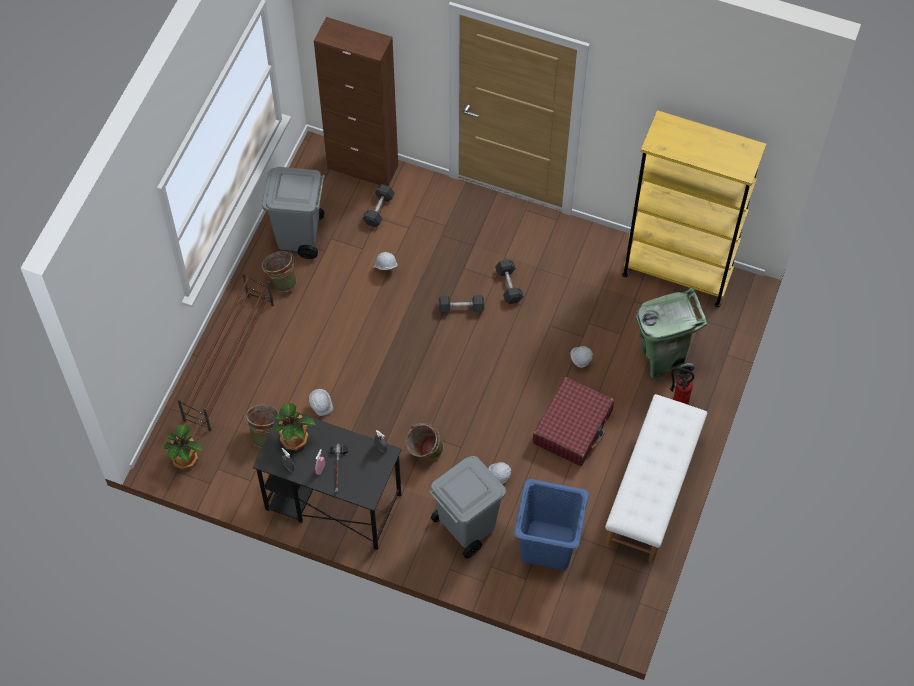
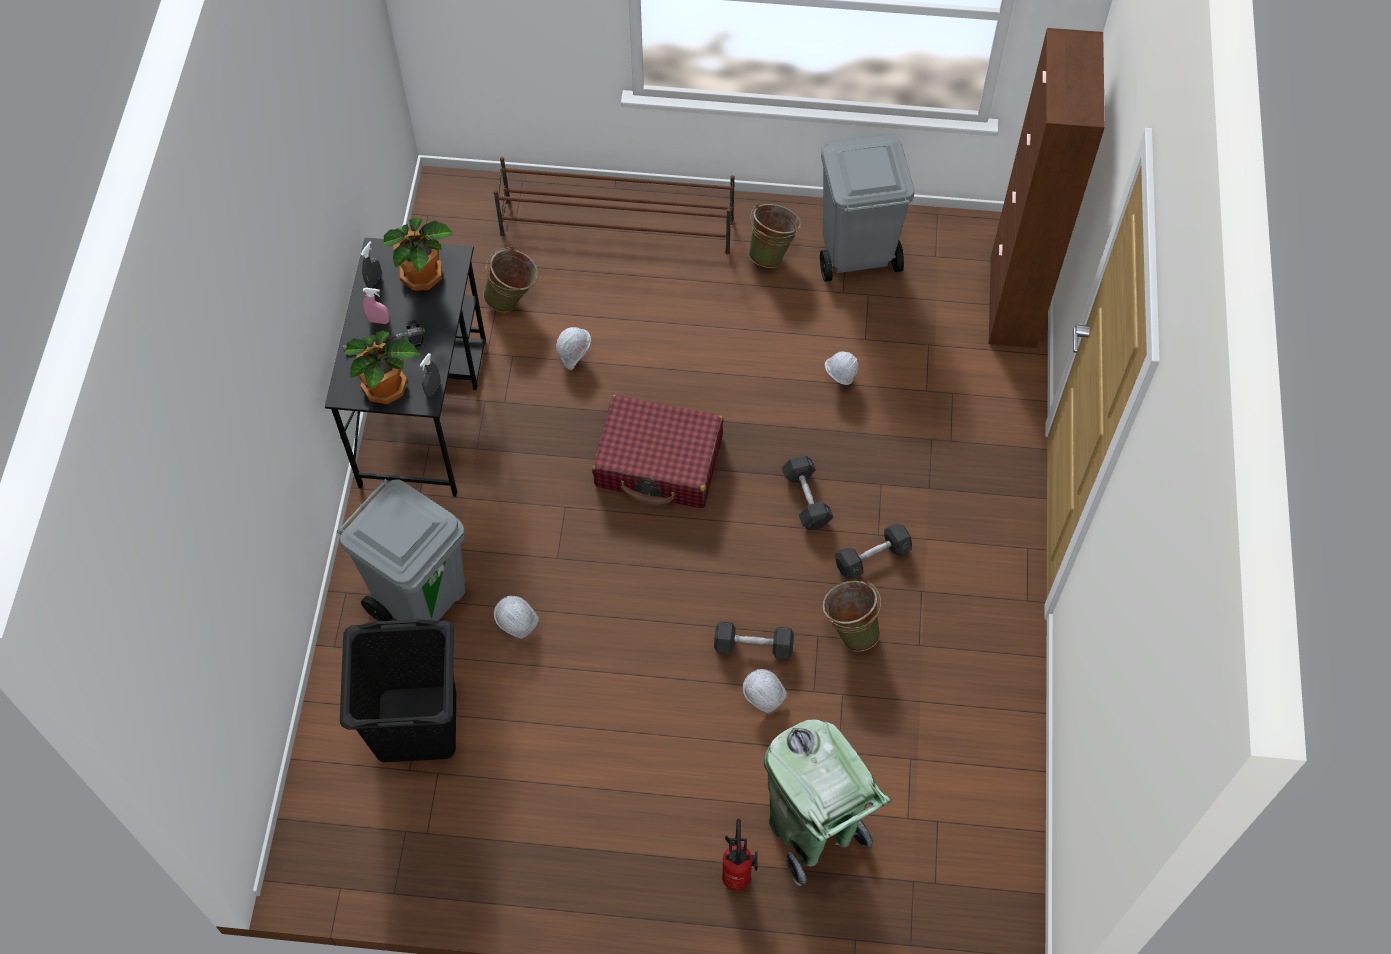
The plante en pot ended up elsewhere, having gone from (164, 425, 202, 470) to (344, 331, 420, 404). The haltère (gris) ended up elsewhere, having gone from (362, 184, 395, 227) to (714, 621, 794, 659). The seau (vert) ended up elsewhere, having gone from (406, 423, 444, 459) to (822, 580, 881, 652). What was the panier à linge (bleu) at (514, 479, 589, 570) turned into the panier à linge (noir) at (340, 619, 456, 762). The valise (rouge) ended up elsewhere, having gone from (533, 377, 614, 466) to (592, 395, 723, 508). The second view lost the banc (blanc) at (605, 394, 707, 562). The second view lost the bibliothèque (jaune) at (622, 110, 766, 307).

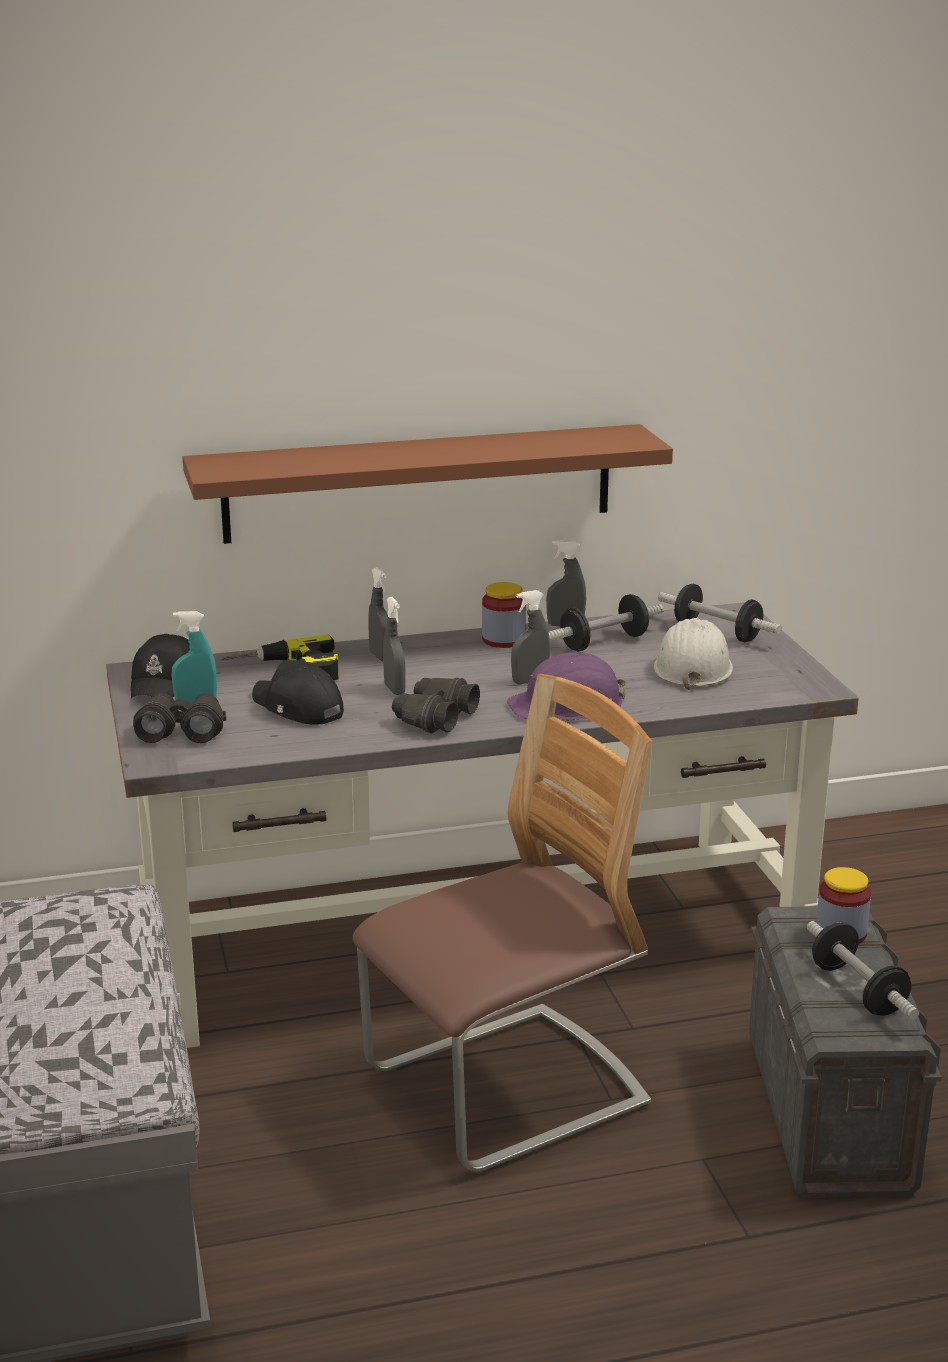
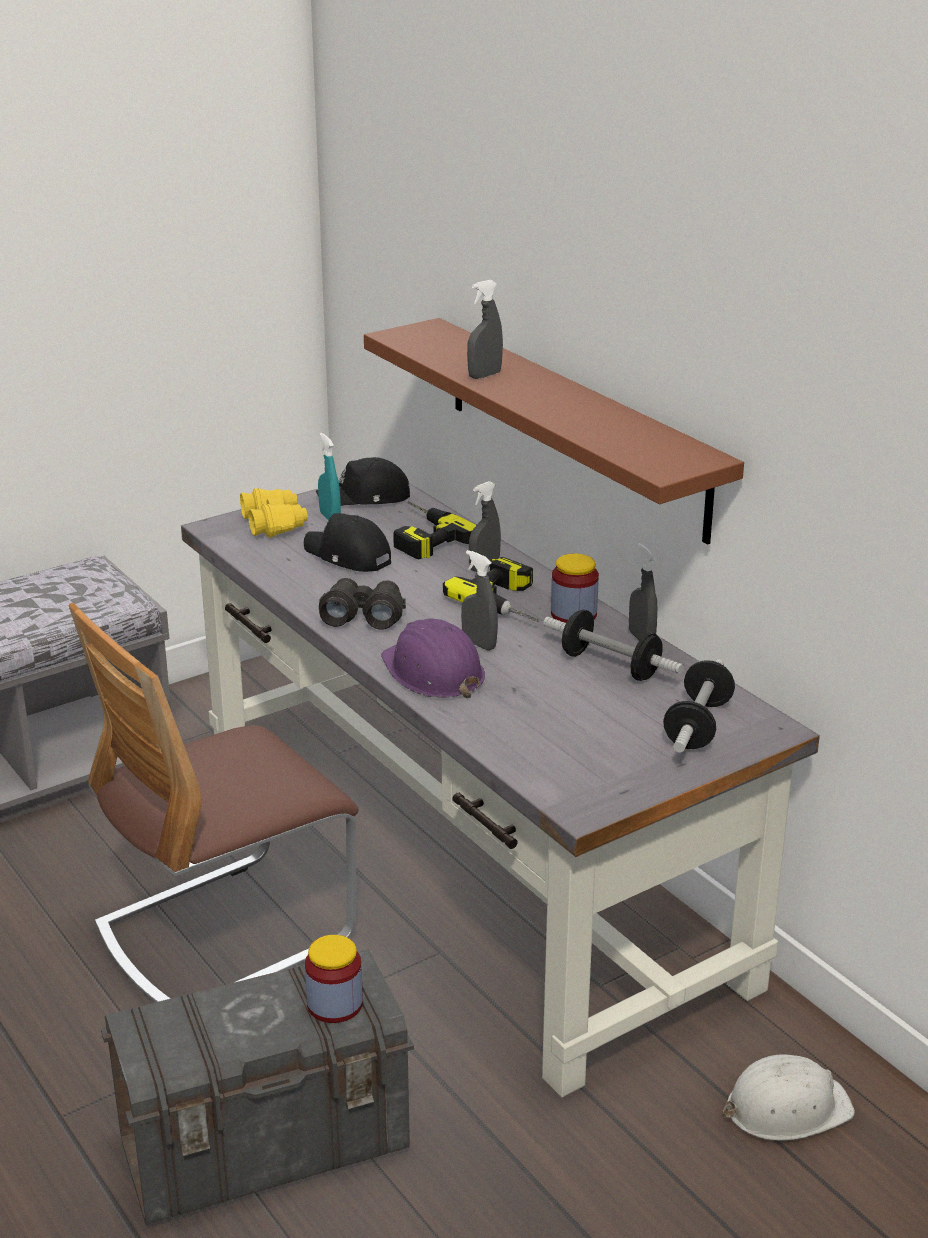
What was the jumelles (noir) at (133, 693, 226, 743) turned into the jumelles (jaune) at (240, 488, 308, 538). The casquette (noir) at (252, 660, 344, 725) ended up facing another way, 75 degrees counterclockwise from before. The chaise at (353, 674, 652, 1172) ended up facing another way, 105 degrees clockwise from before. The vaporisateur (gris) ended up elsewhere, having gone from (383, 597, 406, 695) to (467, 280, 503, 379). The casque de chantier (blanc) ended up elsewhere, having gone from (654, 618, 733, 690) to (723, 1054, 855, 1141). The second view lost the haltère at (807, 921, 919, 1020). The second view gained the perceuse at (443, 557, 539, 622).

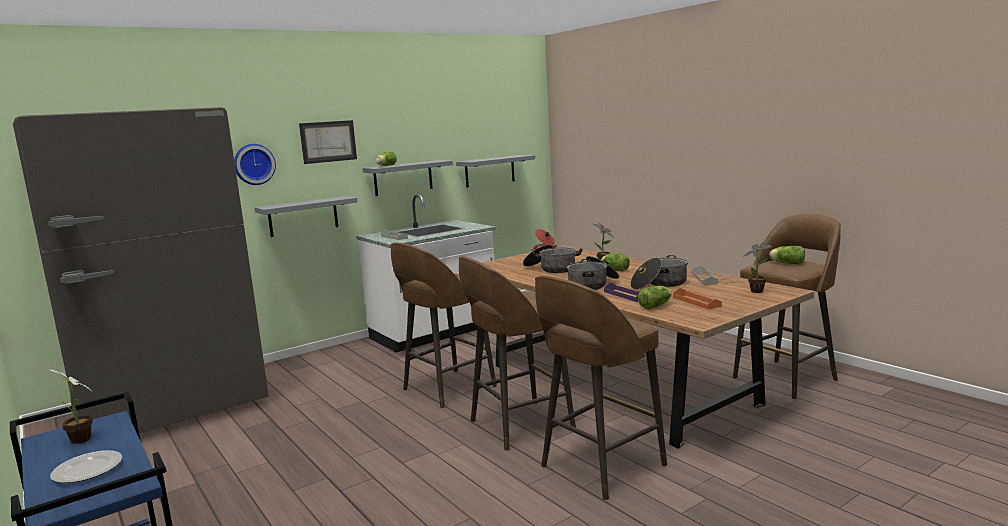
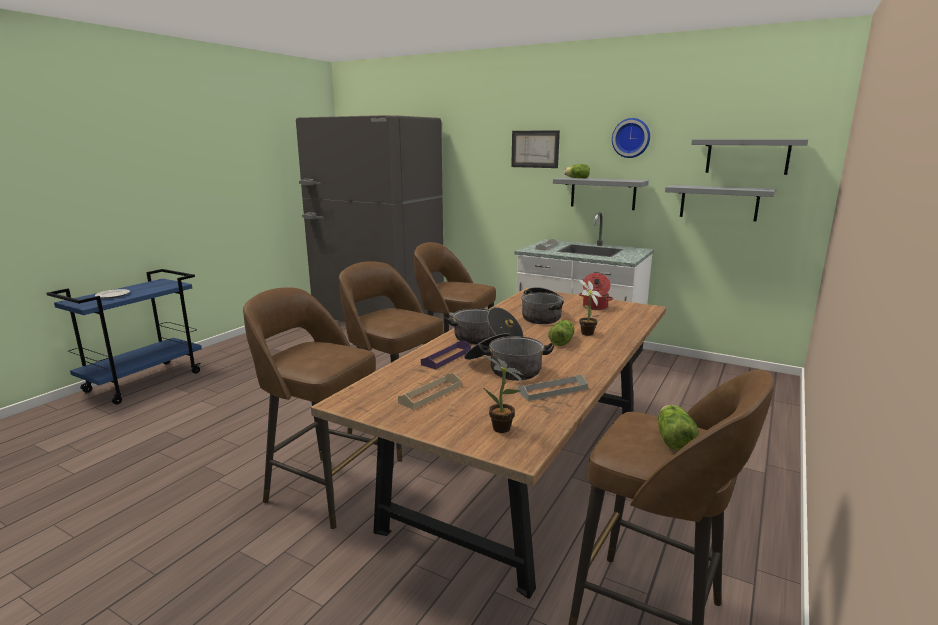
The second view lost the plante en pot at (50, 368, 93, 444). The horloge murale ended up elsewhere, having gone from (234, 144, 276, 185) to (612, 118, 650, 158). The étagère (gris) ended up elsewhere, having gone from (254, 196, 357, 237) to (691, 139, 808, 175). The second view lost the laitue at (638, 286, 672, 309). What was the plateau (orange) at (673, 288, 722, 310) turned into the plateau (beige) at (398, 373, 461, 410).

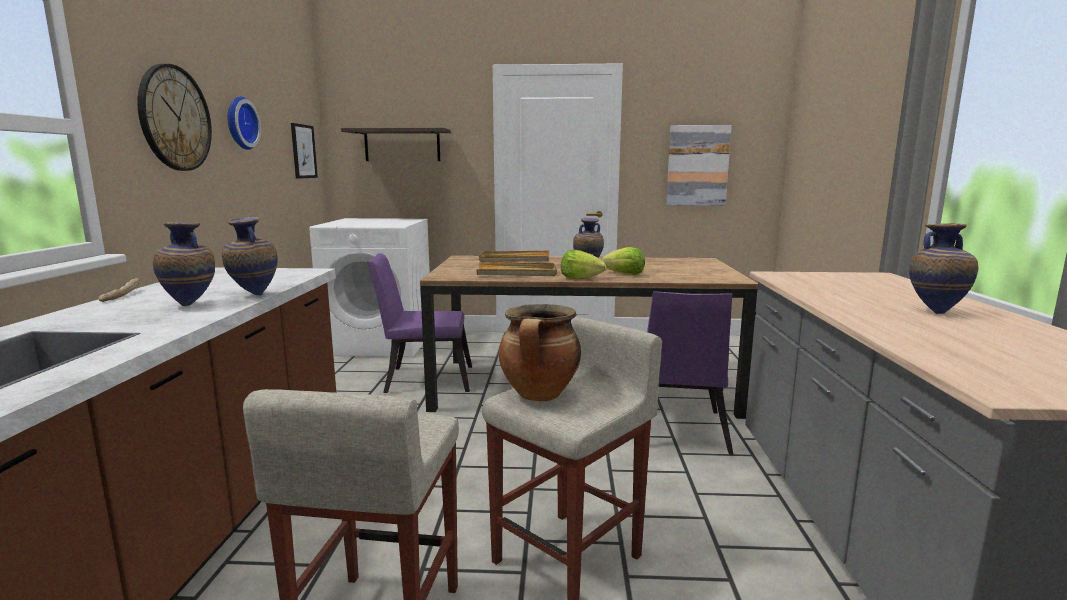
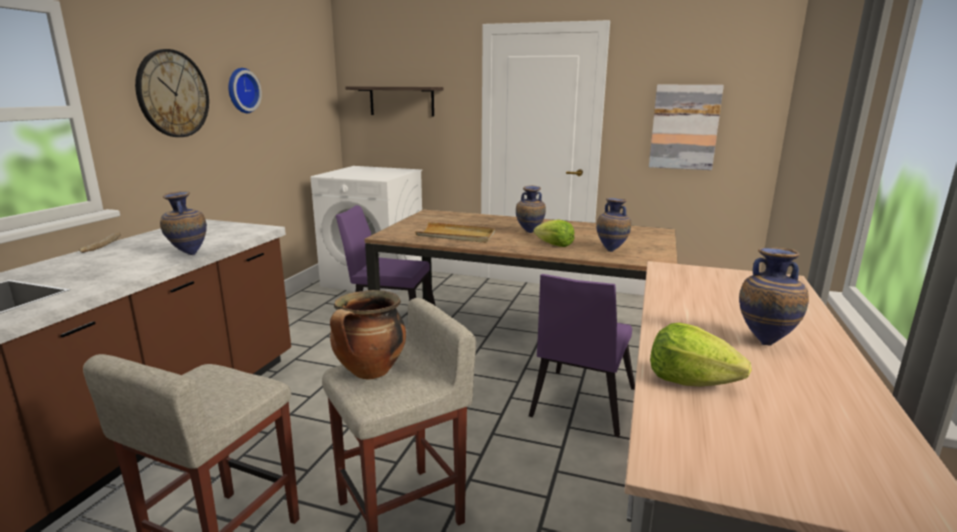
The vase ended up elsewhere, having gone from (153, 222, 215, 306) to (596, 198, 631, 252). The second view lost the tableau at (291, 123, 318, 179). The second view lost the plateau (beige) at (479, 251, 549, 262). The laitue ended up elsewhere, having gone from (561, 250, 606, 280) to (650, 323, 752, 386).

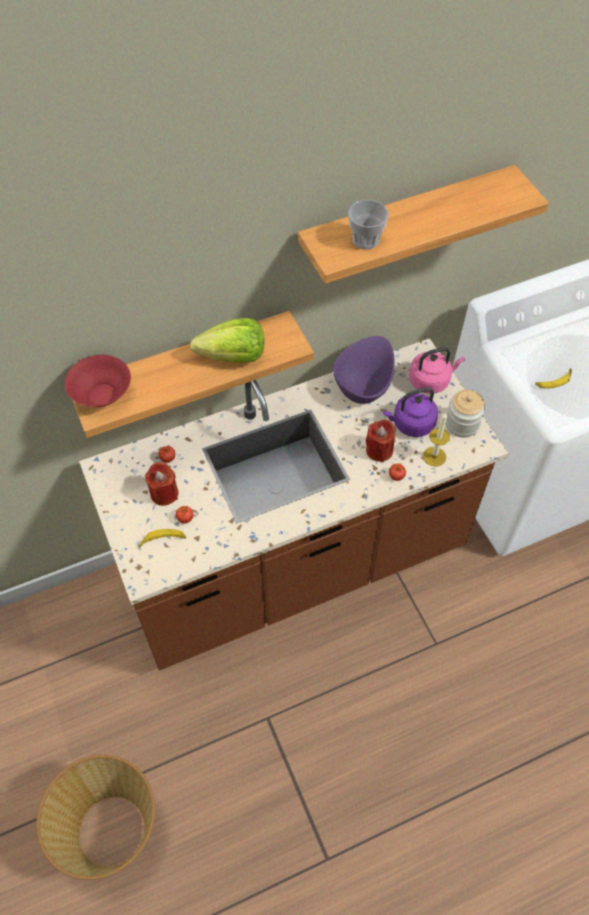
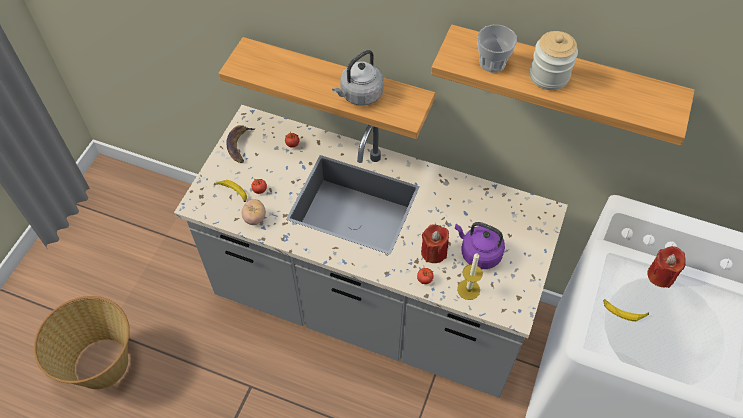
The second view lost the bol (rouge) at (65, 355, 131, 407). What was the comptoir de cuisine (marron) at (79, 338, 509, 671) turned into the comptoir de cuisine (gris) at (174, 105, 568, 398). The bougie (rouge) ended up elsewhere, having gone from (145, 462, 178, 506) to (647, 246, 686, 288). Where the laitue stood at (190, 318, 264, 363), the bouilloire (gris) came to stand at (332, 50, 384, 106). The second view lost the bol (violet) at (333, 336, 395, 404). The second view lost the bouilloire (rose) at (409, 347, 465, 394). The bocal ended up elsewhere, having gone from (446, 390, 485, 438) to (530, 31, 578, 90). The second view gained the banane at (226, 125, 256, 163). The second view gained the tomate at (241, 199, 266, 225).

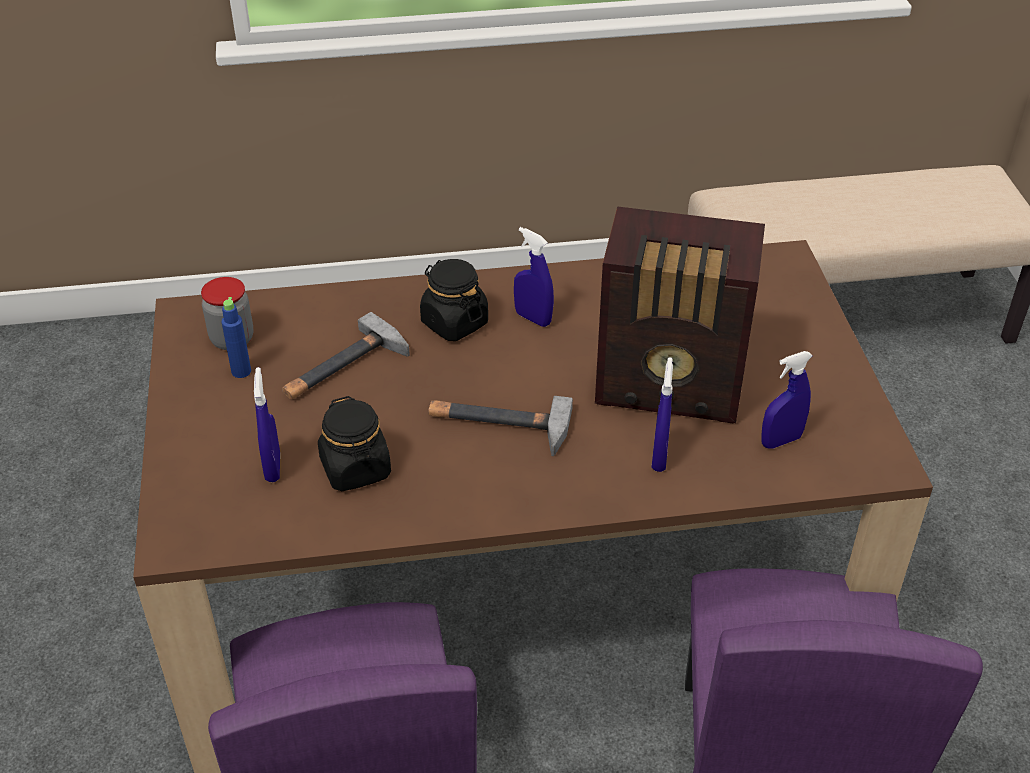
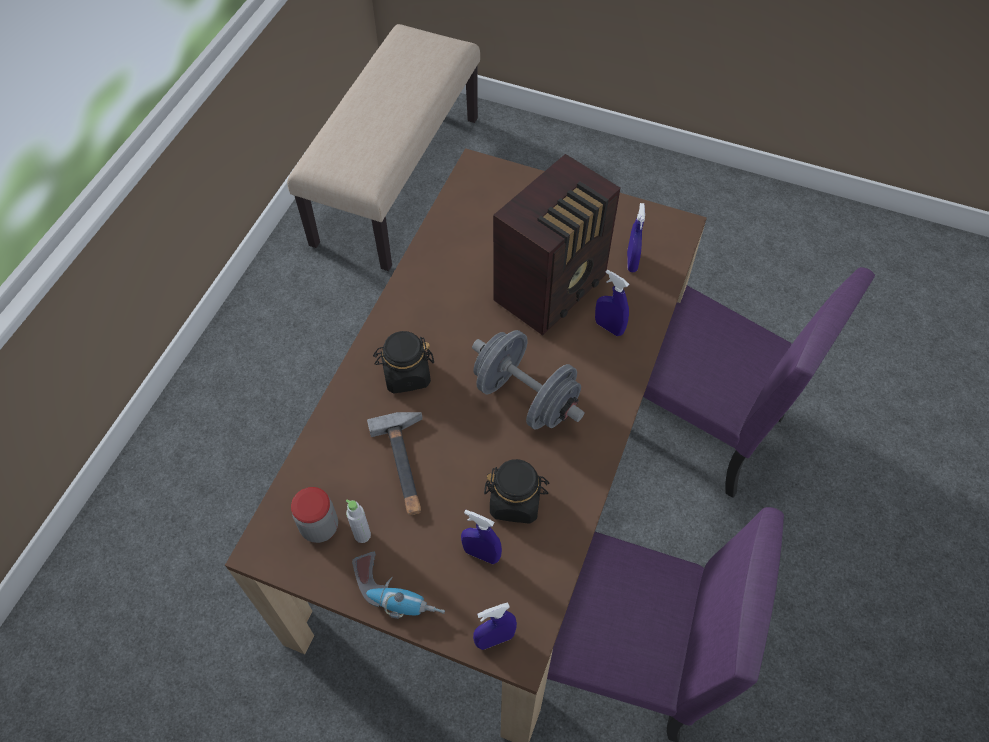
What was the bouteille (bleu) at (222, 297, 251, 378) turned into the bouteille (gris) at (346, 499, 371, 543). Where the marteau stood at (428, 396, 573, 456), the haltère (gris) came to stand at (472, 330, 584, 430). The vaporisateur (bleu) ended up elsewhere, having gone from (514, 227, 554, 327) to (473, 602, 517, 650). The second view gained the perceuse at (352, 552, 445, 619).

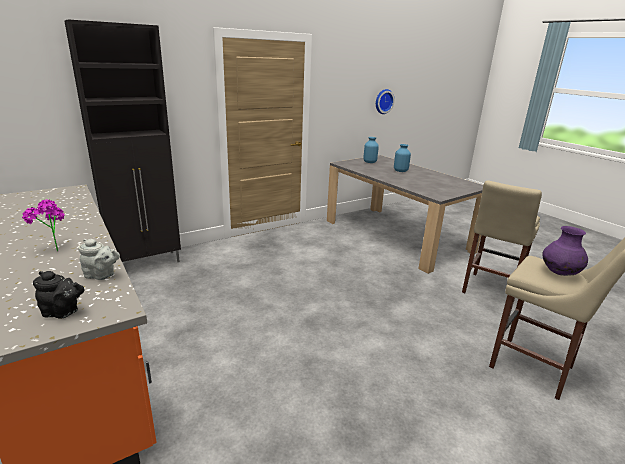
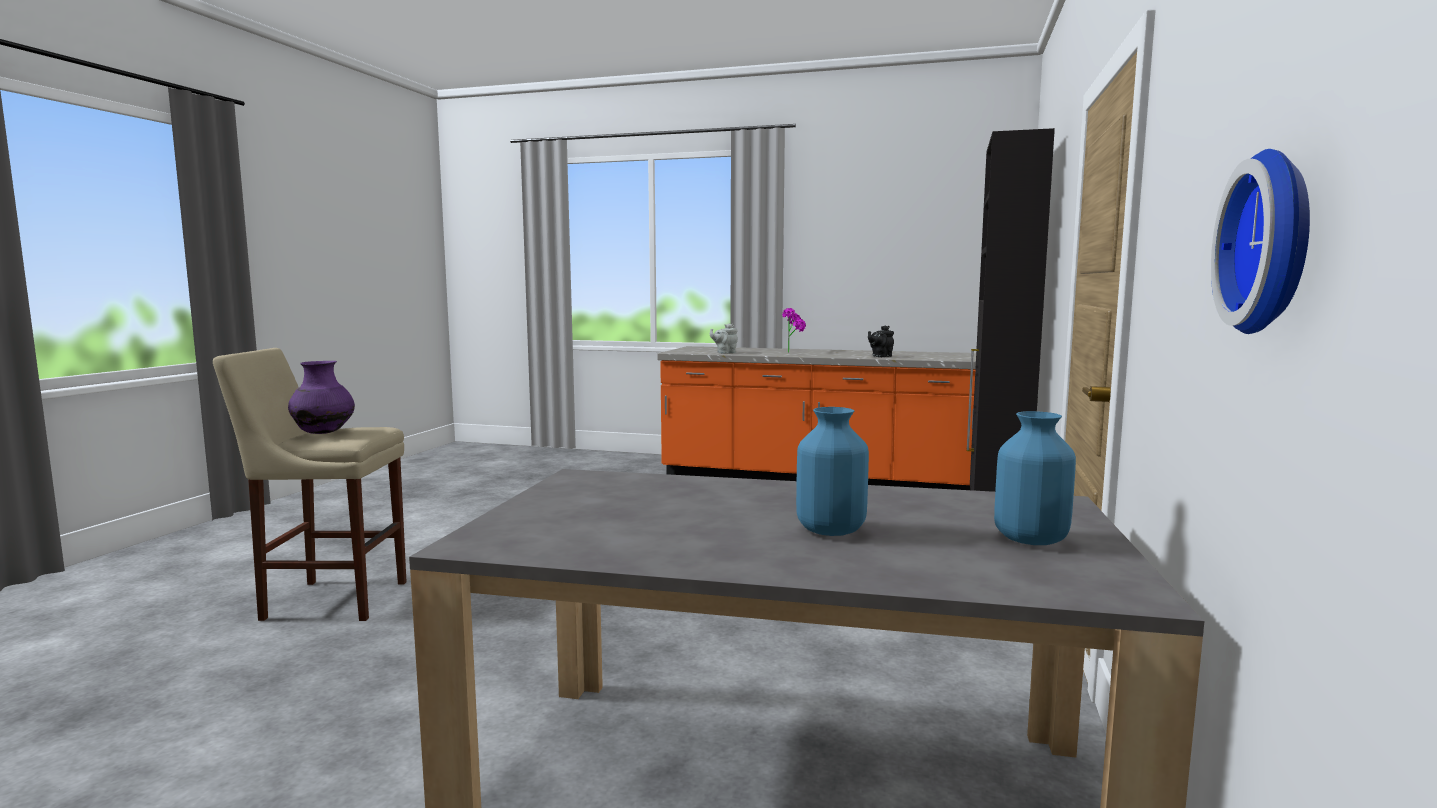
The théière (noir) ended up elsewhere, having gone from (33, 271, 85, 318) to (868, 325, 894, 357). The second view lost the tabouret (beige) at (462, 180, 542, 293).

